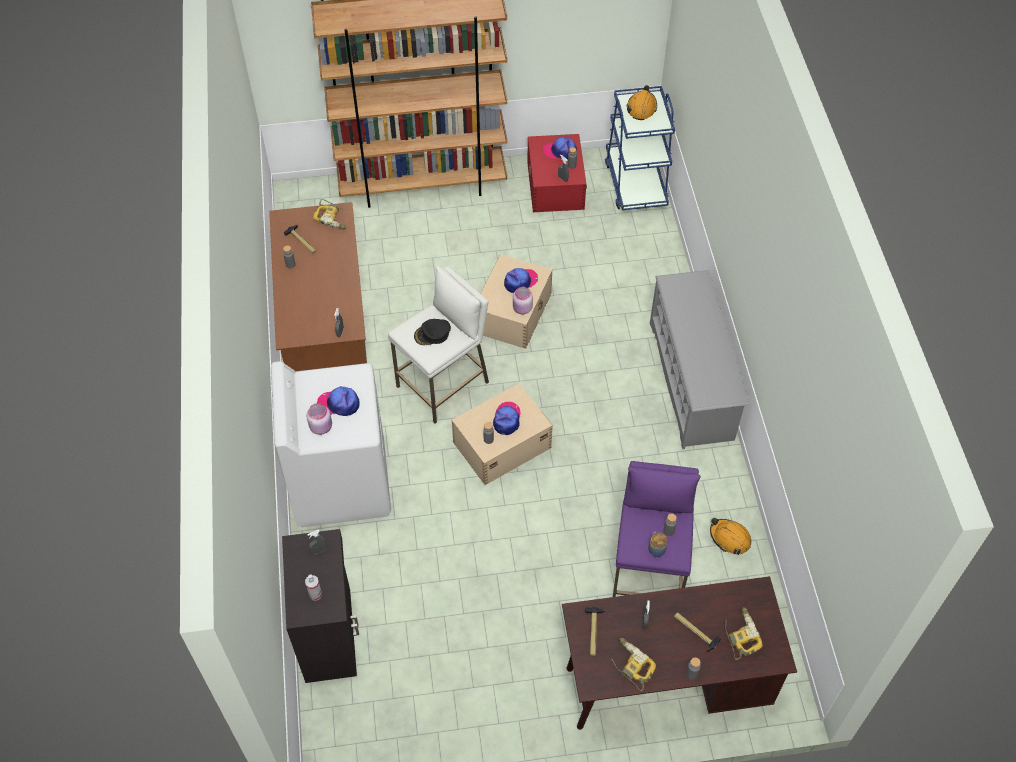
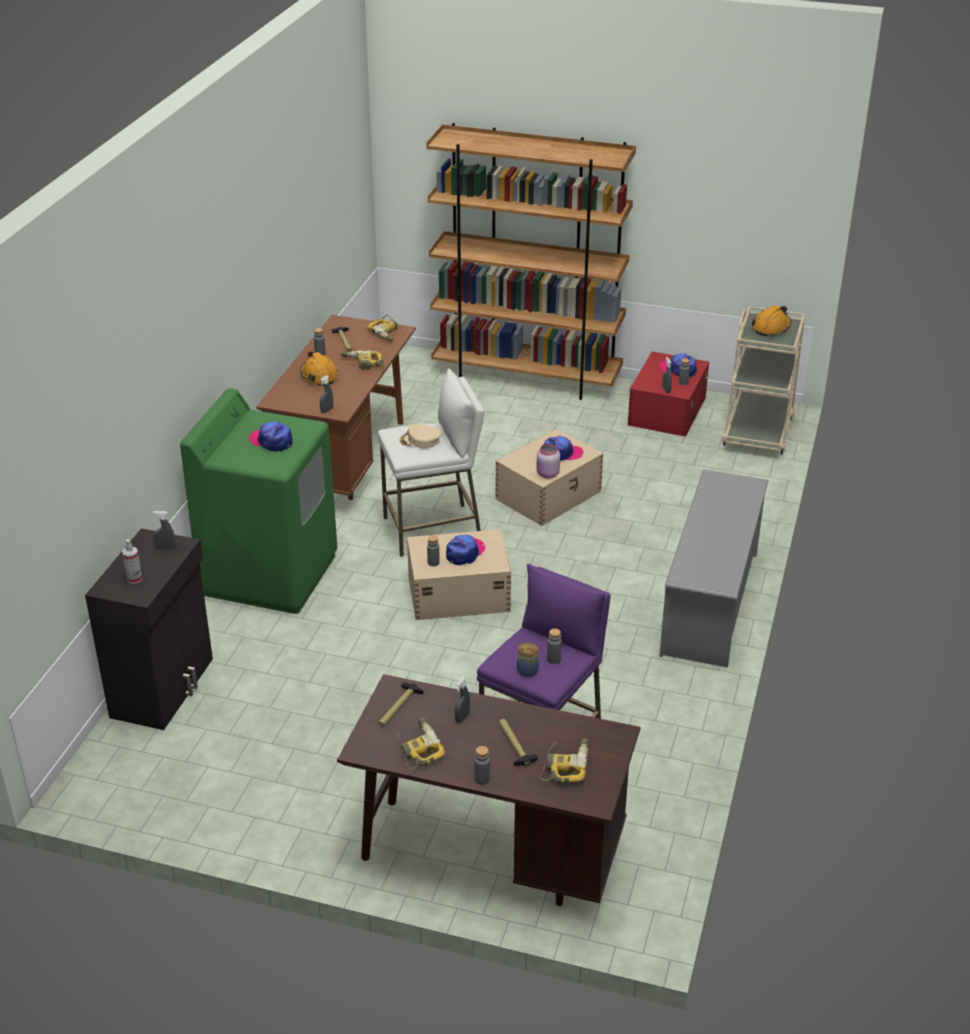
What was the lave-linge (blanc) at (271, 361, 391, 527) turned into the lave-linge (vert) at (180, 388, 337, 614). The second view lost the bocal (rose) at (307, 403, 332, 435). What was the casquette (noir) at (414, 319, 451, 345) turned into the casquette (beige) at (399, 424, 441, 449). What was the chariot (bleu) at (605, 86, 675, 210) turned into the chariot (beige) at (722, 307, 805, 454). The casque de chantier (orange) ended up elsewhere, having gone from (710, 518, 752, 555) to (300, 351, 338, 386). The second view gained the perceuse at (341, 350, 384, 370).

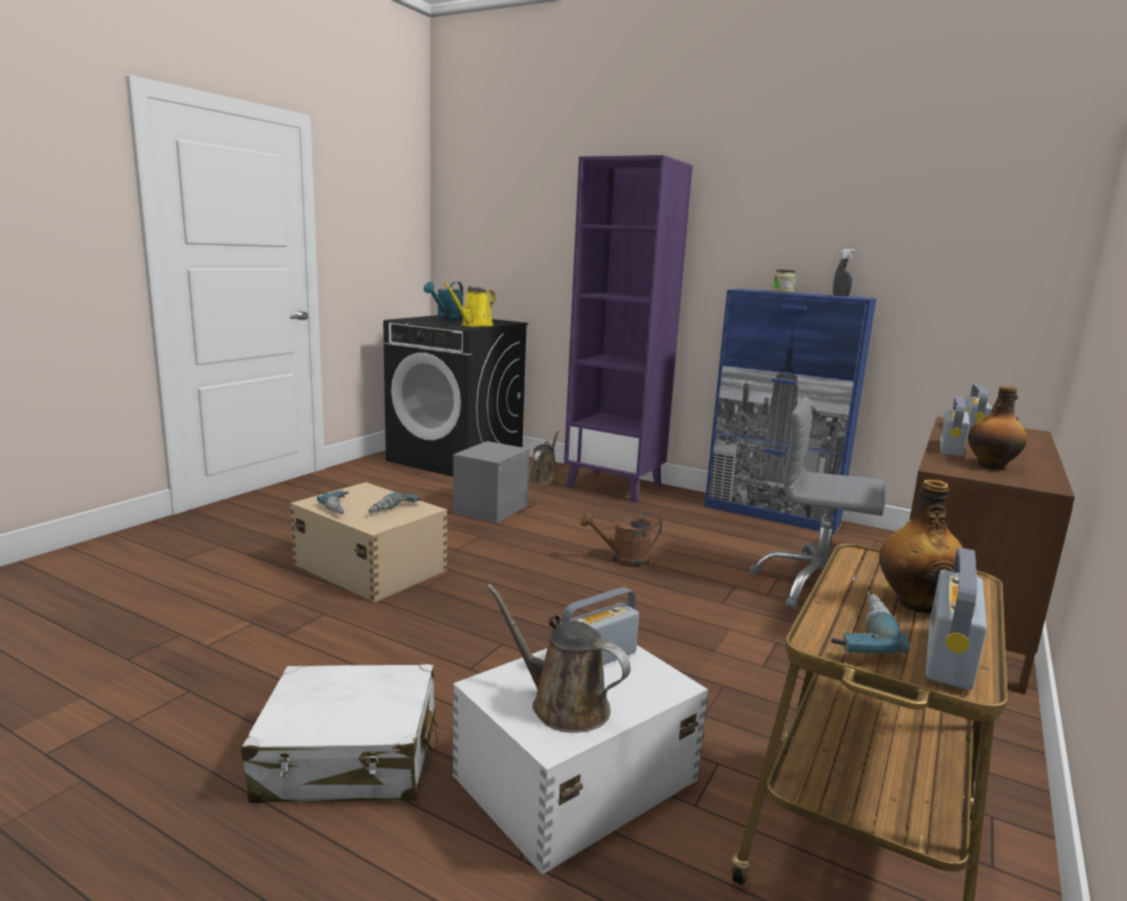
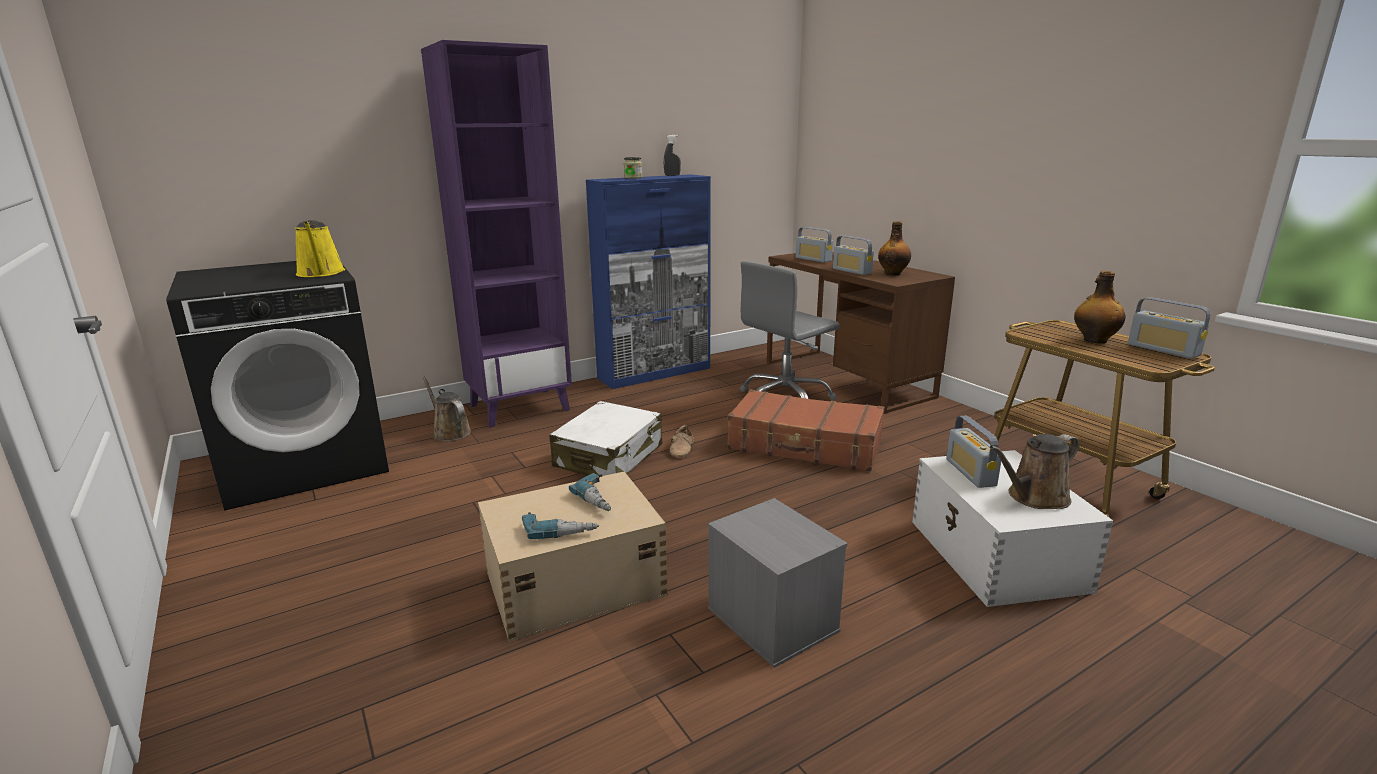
The valise (blanc) ended up elsewhere, having gone from (241, 664, 438, 803) to (549, 401, 662, 476). The second view lost the arrosoir (turquoise) at (424, 282, 463, 320). The boîte de rangement (gris) ended up elsewhere, having gone from (453, 441, 530, 523) to (708, 498, 848, 668). Where the arrosoir (marron) stood at (580, 511, 662, 567), the chaussure (beige) came to stand at (670, 425, 694, 458). The second view lost the perceuse at (831, 594, 910, 654). The second view gained the valise (marron) at (727, 390, 885, 472).

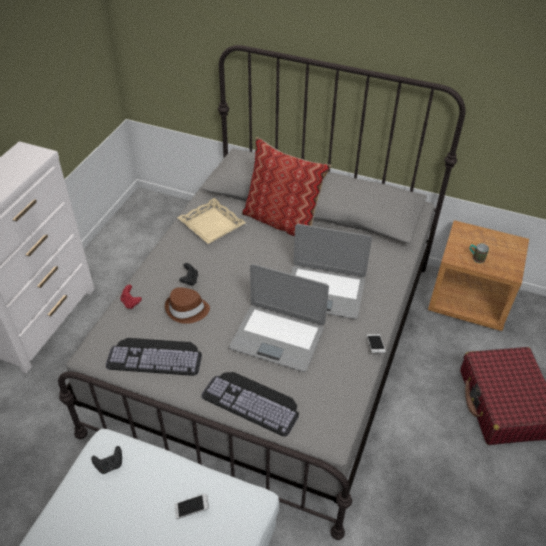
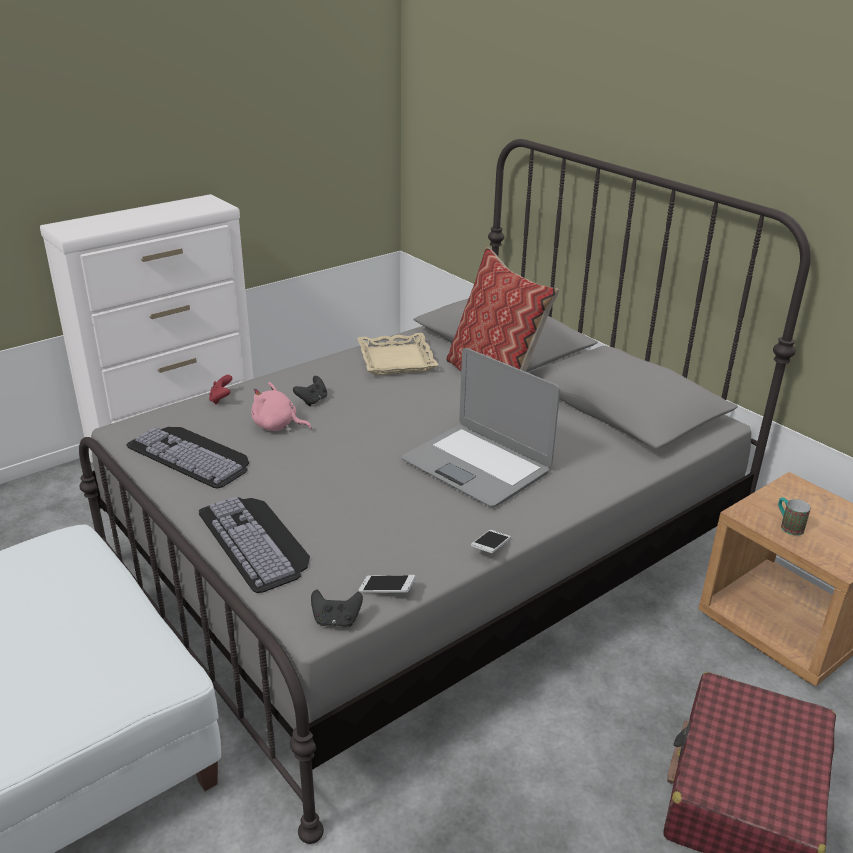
The manette (noir) ended up elsewhere, having gone from (91, 446, 122, 474) to (311, 590, 363, 627). Where the chapeau (marron) stood at (165, 287, 210, 324), the peluche (rose) came to stand at (251, 382, 312, 432). The téléphone ended up elsewhere, having gone from (174, 494, 209, 519) to (358, 575, 416, 593). The second view lost the ordinateur portable at (229, 264, 329, 372).

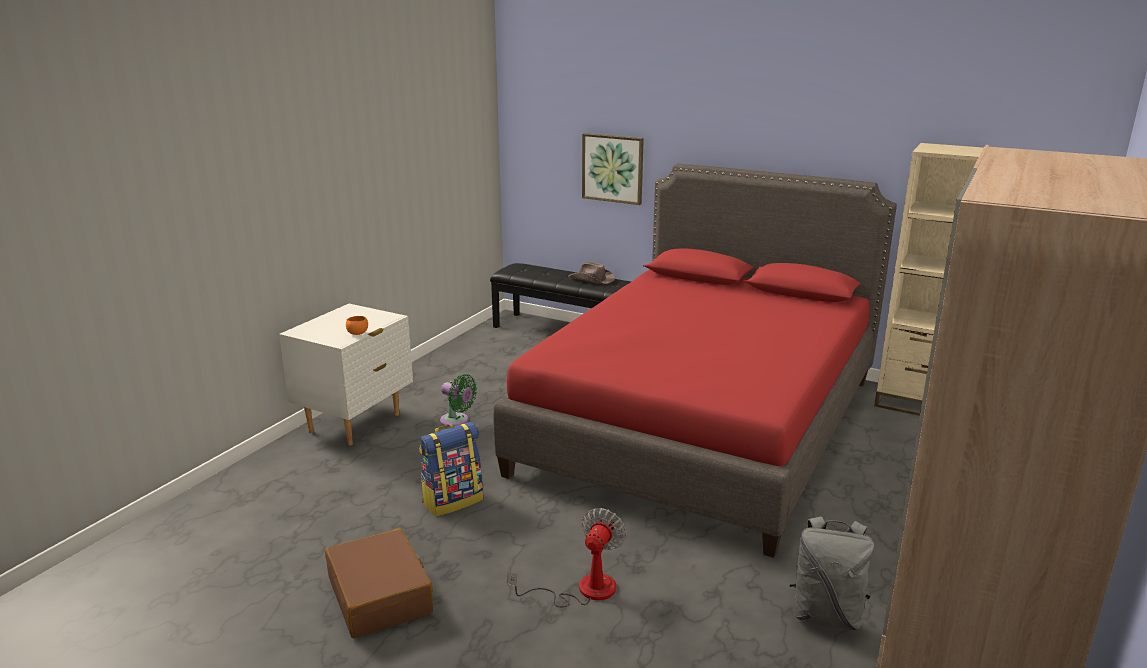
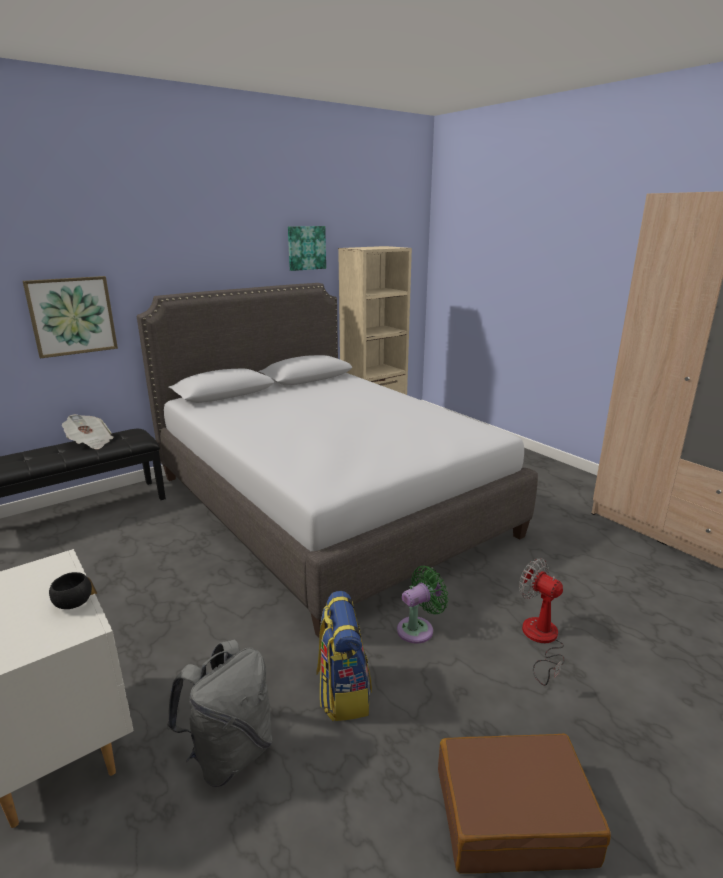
What was the bol (orange) at (346, 316, 368, 335) turned into the bol (noir) at (49, 572, 92, 609). The ventilateur (vert) ended up elsewhere, having gone from (440, 374, 477, 427) to (397, 566, 449, 644). What was the lit (rouge) at (493, 164, 897, 558) turned into the lit (gris) at (137, 283, 538, 637). Where the chapeau (marron) stood at (568, 262, 615, 284), the journal came to stand at (62, 414, 114, 449). The sac à dos (gris) ended up elsewhere, having gone from (789, 517, 874, 630) to (167, 639, 273, 787). The second view gained the tableau at (288, 226, 326, 271).

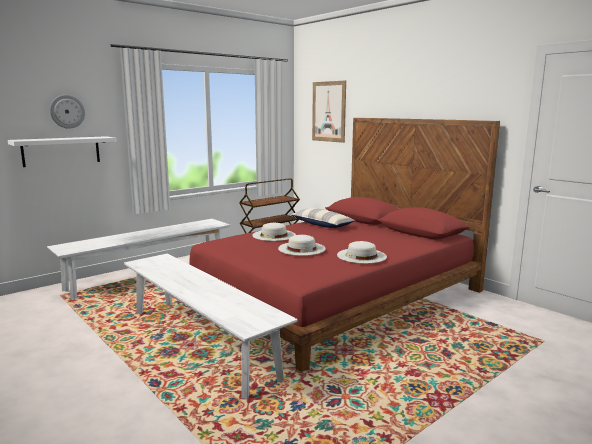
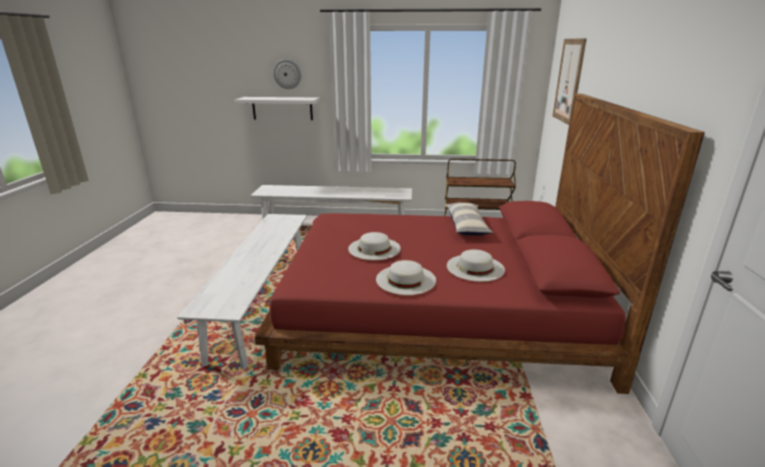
The chapeau (blanc) ended up elsewhere, having gone from (252, 223, 296, 241) to (447, 249, 505, 282).

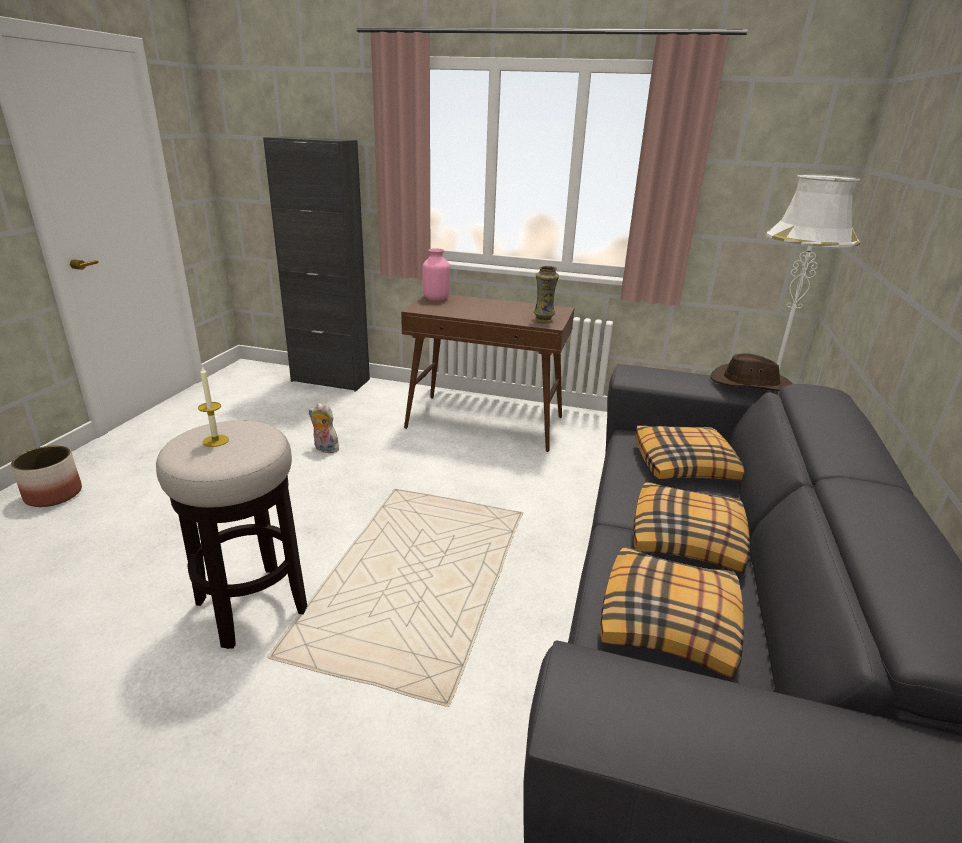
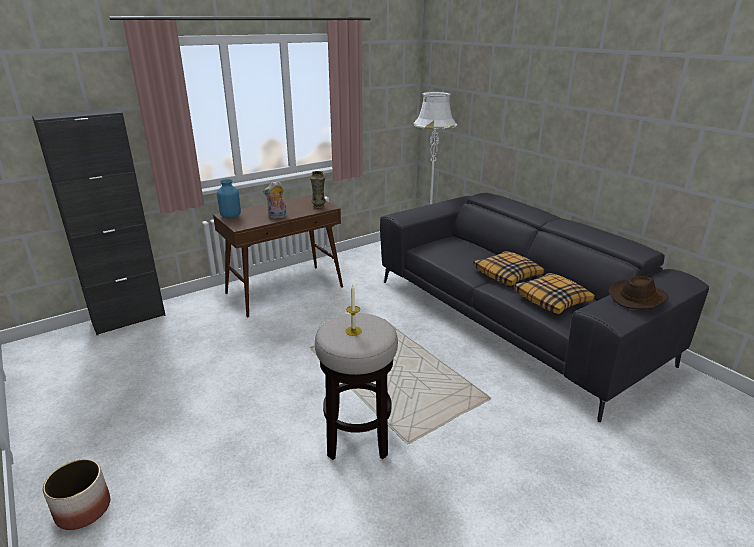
The peluche ended up elsewhere, having gone from (309, 403, 339, 453) to (263, 181, 287, 219). What was the vase (rose) at (423, 249, 450, 301) turned into the vase (bleu) at (217, 179, 241, 219). The second view lost the coussin at (635, 425, 744, 481). The chapeau (marron) ended up elsewhere, having gone from (710, 353, 793, 391) to (609, 276, 669, 309).

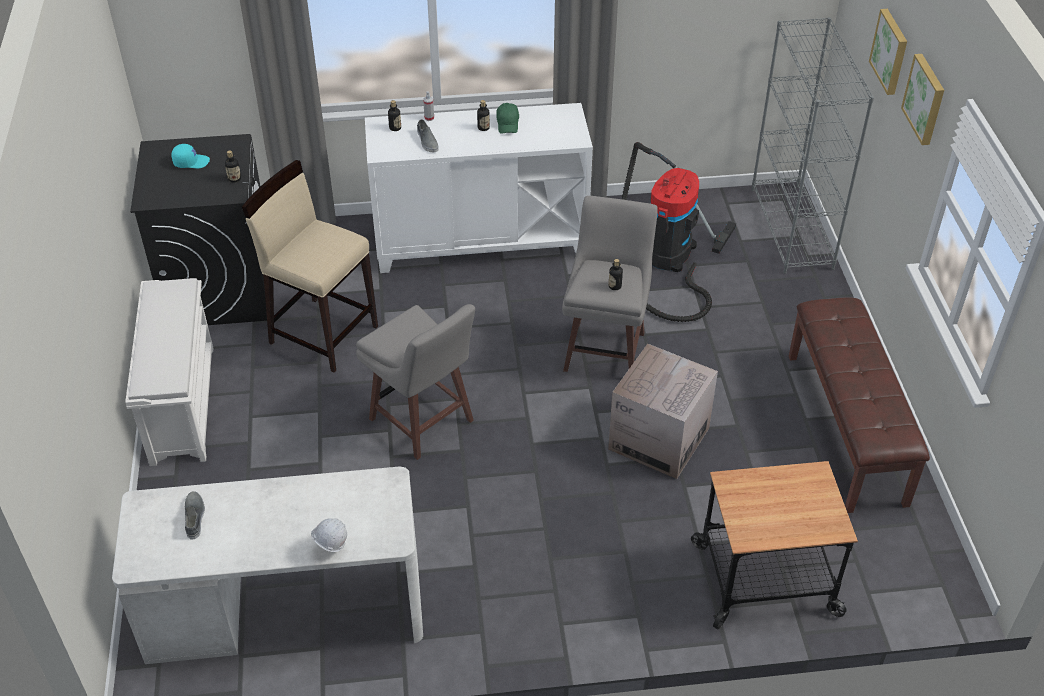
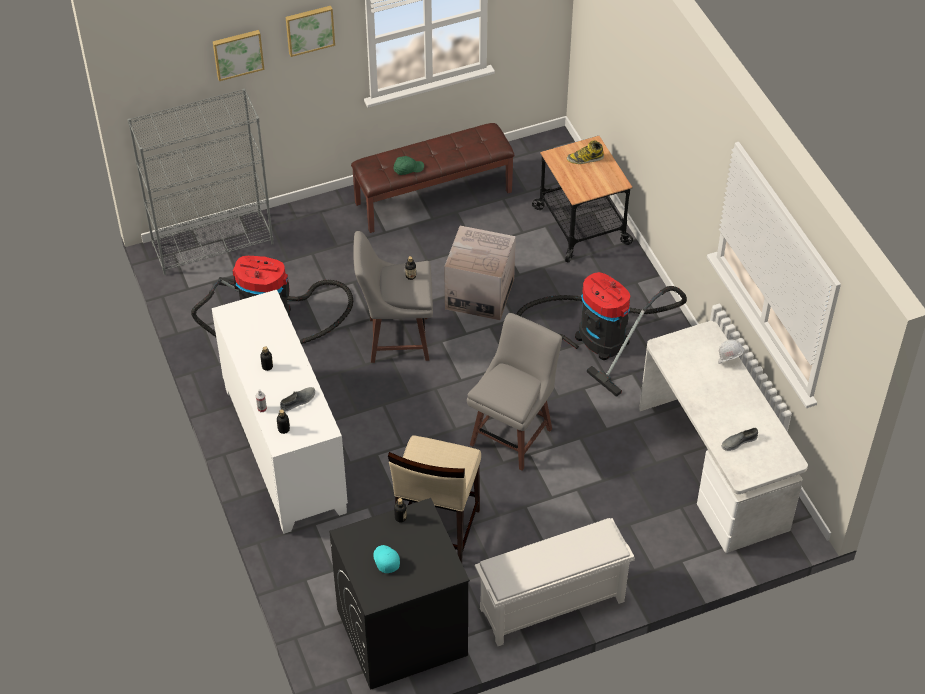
The casquette (vert) ended up elsewhere, having gone from (496, 103, 519, 134) to (394, 156, 424, 175). The second view gained the aspirateur at (516, 272, 687, 397). The second view gained the botte at (567, 140, 604, 164).

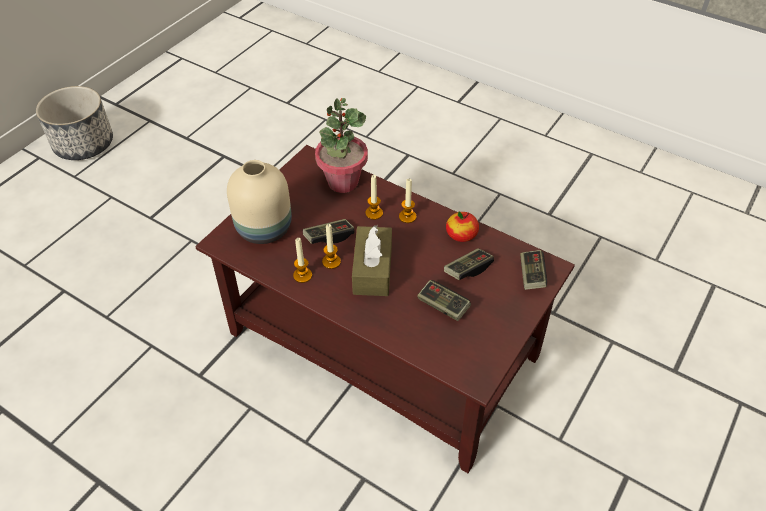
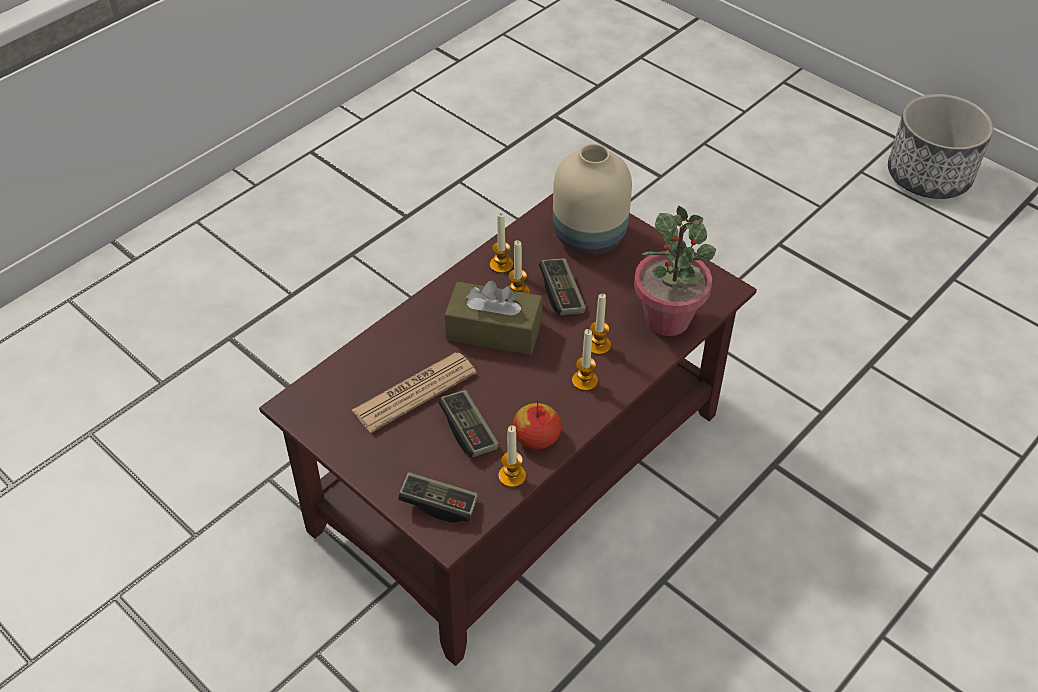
Where the manette stood at (417, 280, 471, 321), the journal came to stand at (352, 352, 477, 433). The second view gained the bougie at (498, 425, 526, 488).

